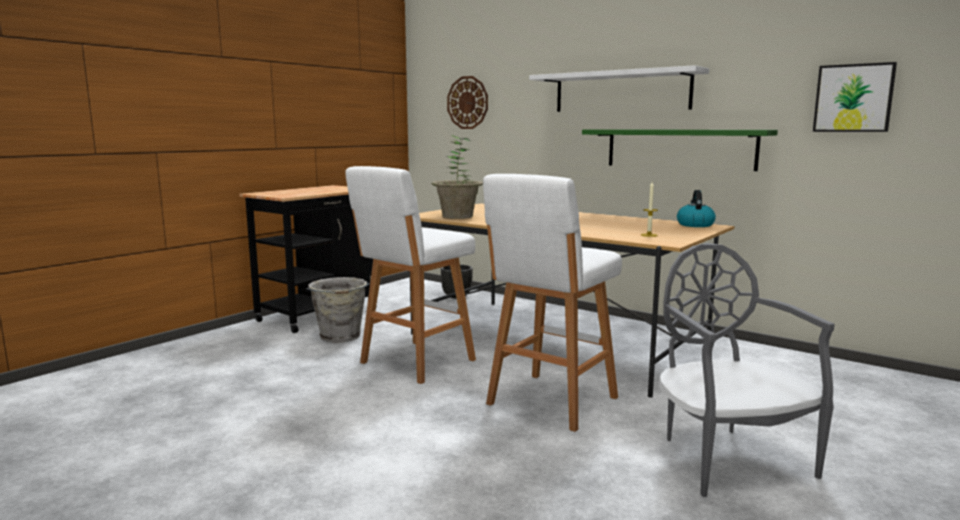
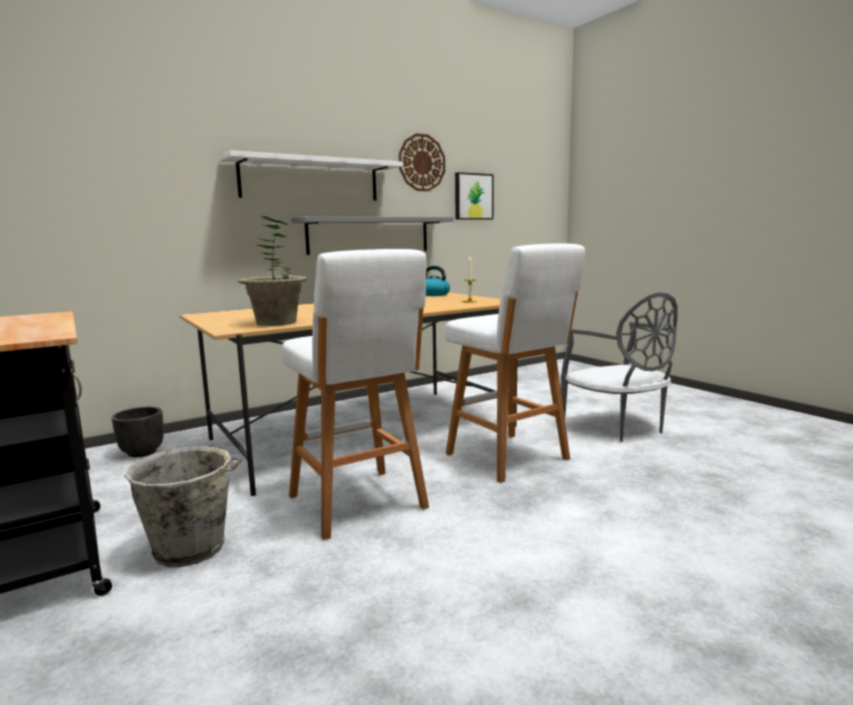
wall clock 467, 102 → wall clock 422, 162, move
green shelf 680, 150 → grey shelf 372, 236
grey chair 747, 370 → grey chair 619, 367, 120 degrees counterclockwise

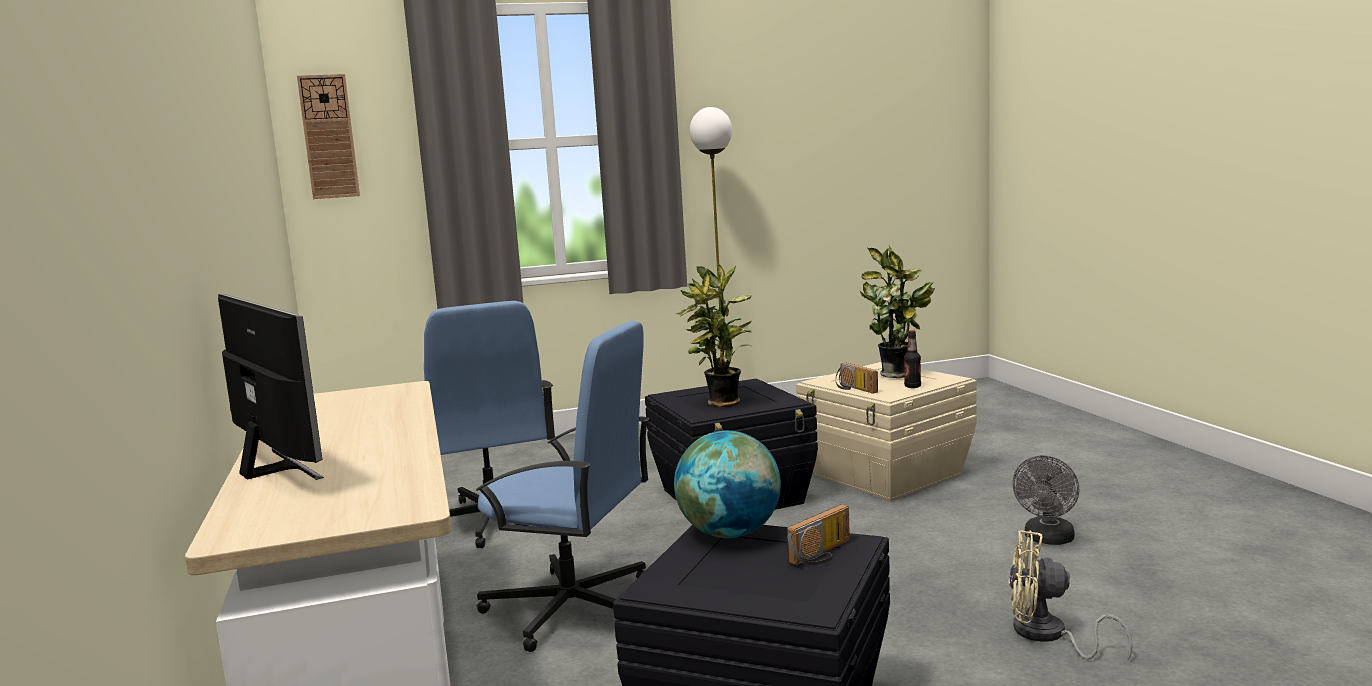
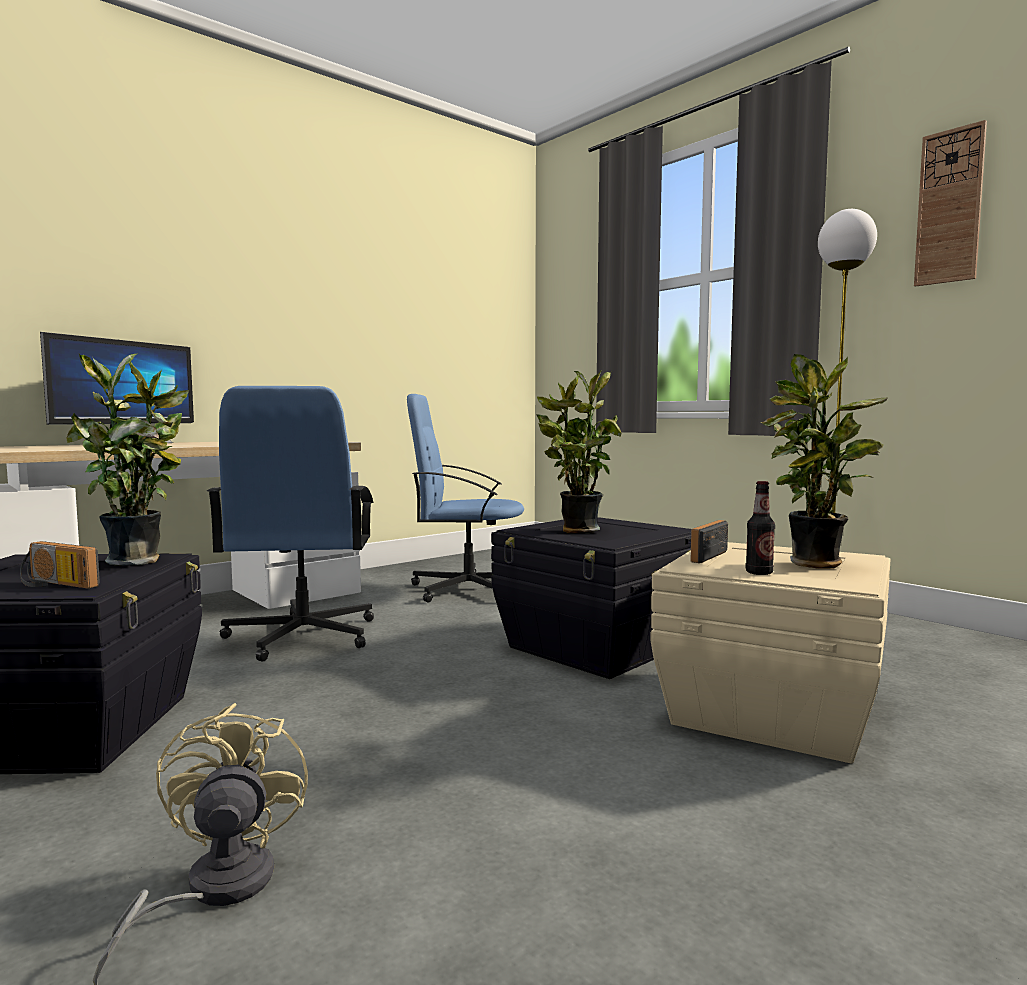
wall clock 328, 136 → wall clock 950, 203, move
blue office chair 489, 424 → blue office chair 465, 498, 45 degrees clockwise
globe 727, 484 → potted plant 127, 460
grey fan 1046, 500 → -

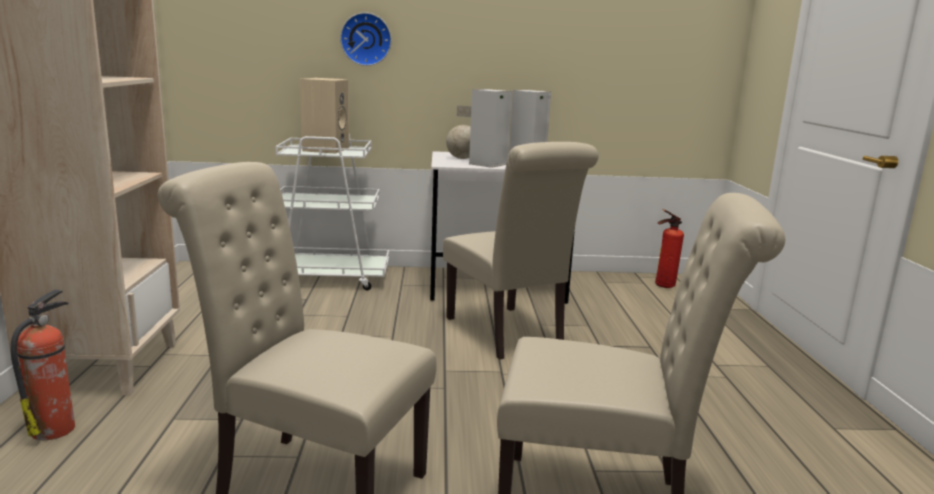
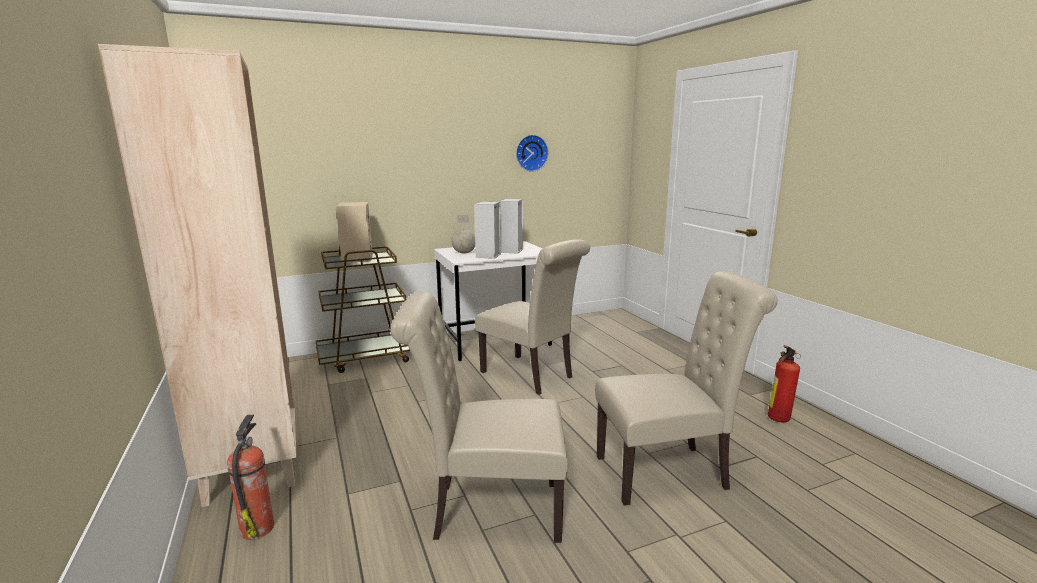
white cart 332, 212 → brown cart 363, 309
wall clock 366, 39 → wall clock 532, 153, move
fire extinguisher 669, 248 → fire extinguisher 784, 383, move

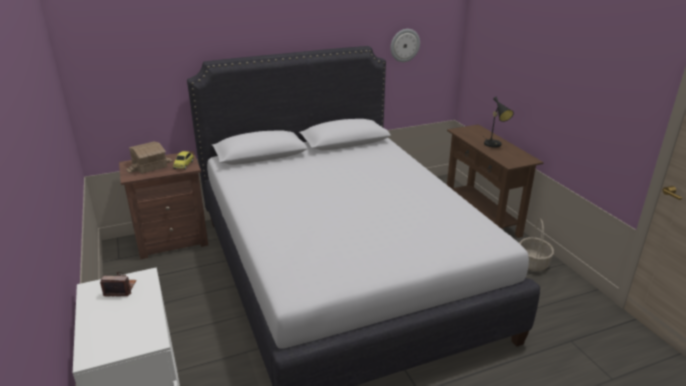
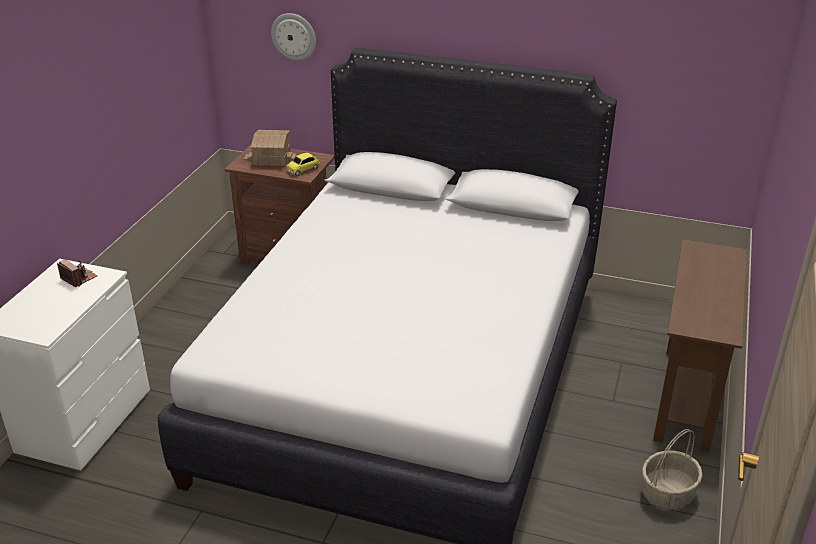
wall clock 405, 45 → wall clock 293, 37, move
black table lamp 498, 122 → -

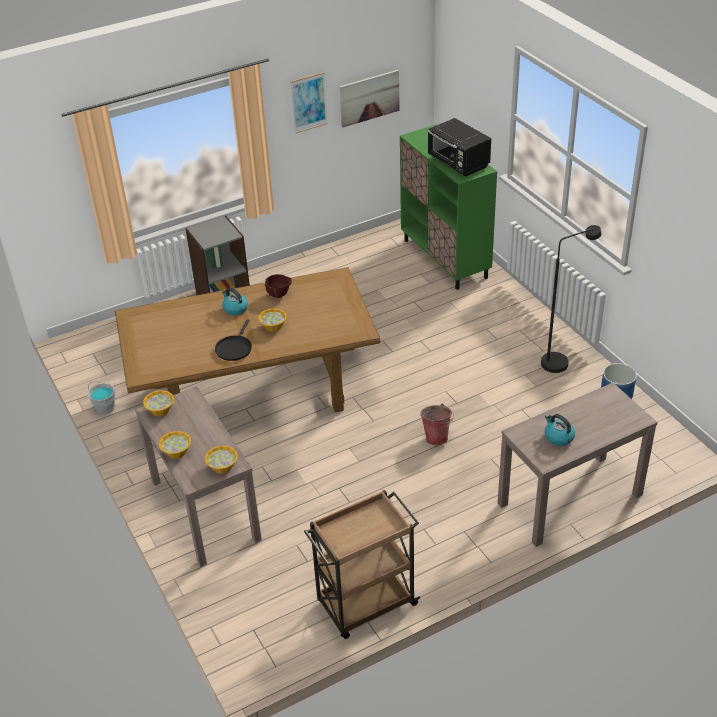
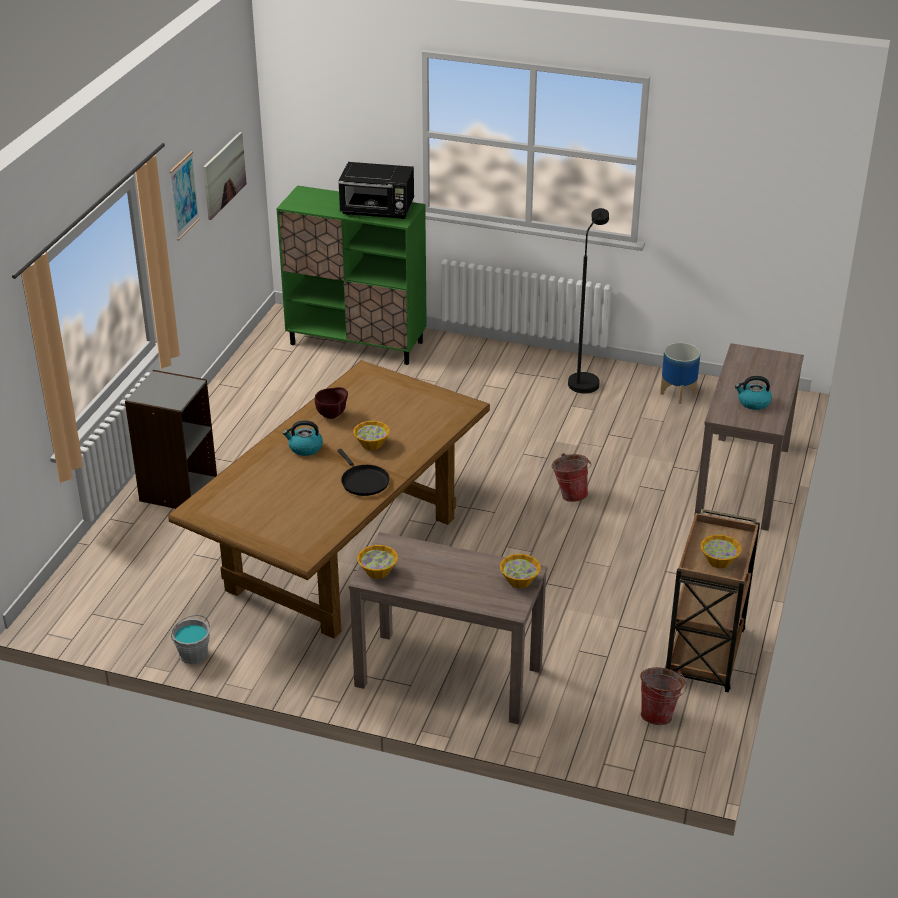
bowl 175, 445 → bowl 720, 551, move
- → bucket 663, 696

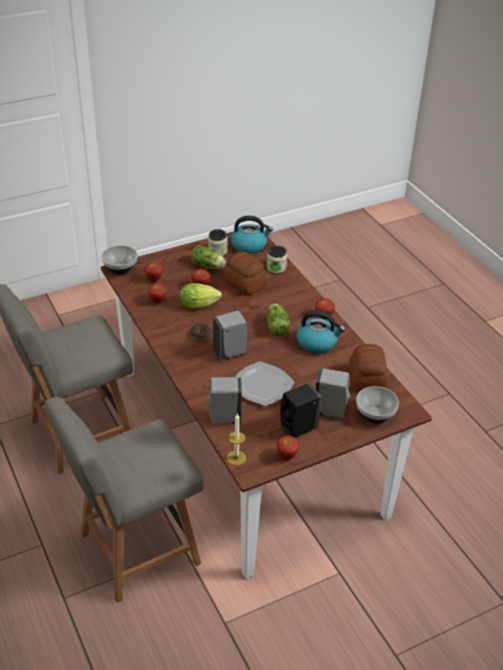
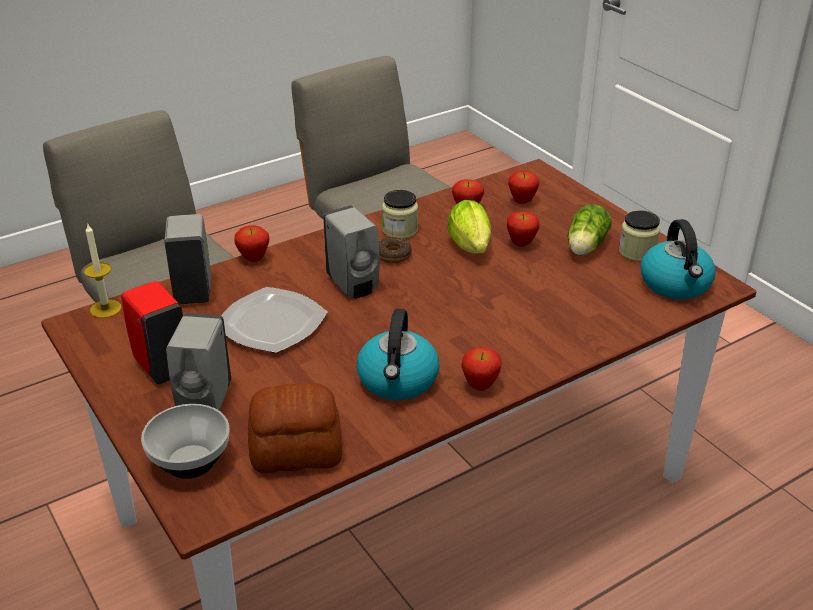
bowl 119, 260 → -
bread 245, 273 → -
jar 277, 259 → jar 400, 214, move
lettuce 279, 320 → -
apple 288, 448 → apple 252, 243, move
black soap dispenser 300, 410 → red soap dispenser 152, 332

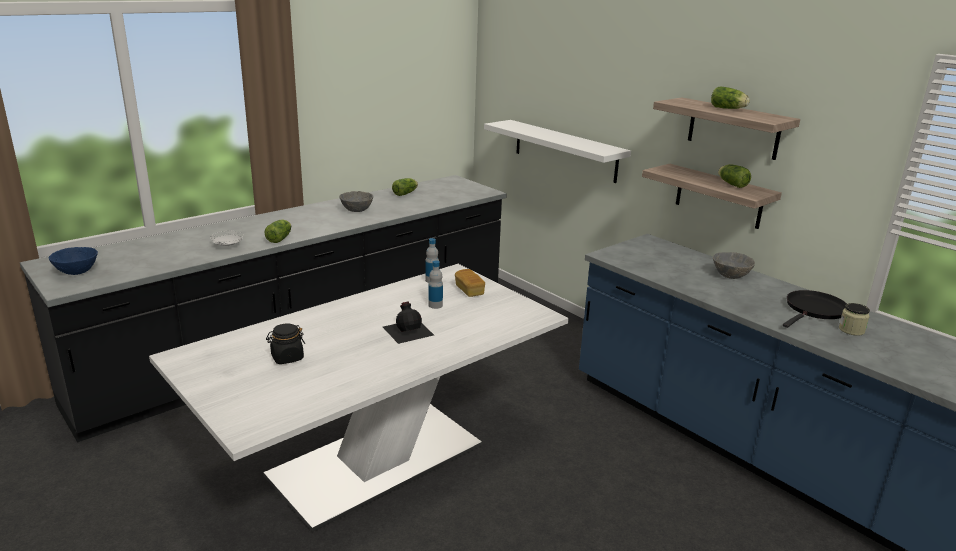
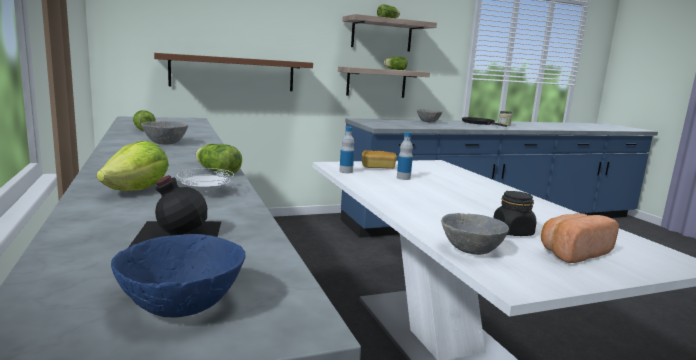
black bottle 408, 323 → black bottle 175, 212, move
white shelf 557, 151 → brown shelf 233, 72
- → lettuce 133, 166
- → grey bowl 475, 234
- → bread 580, 238

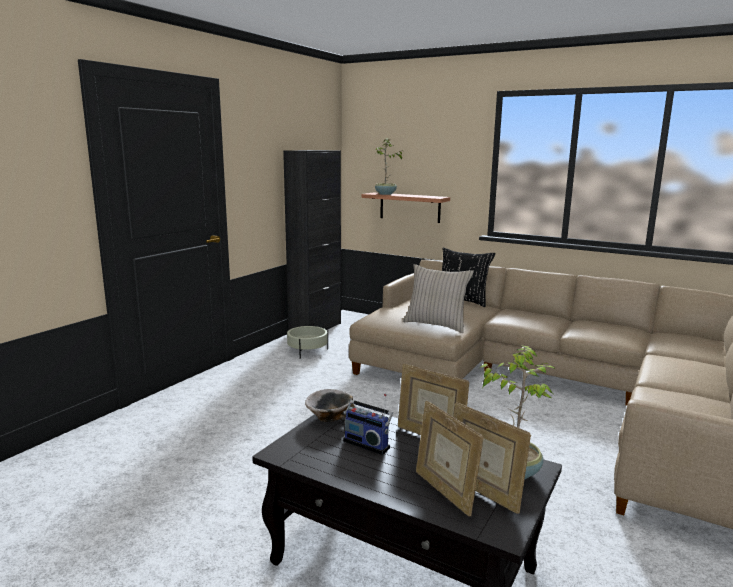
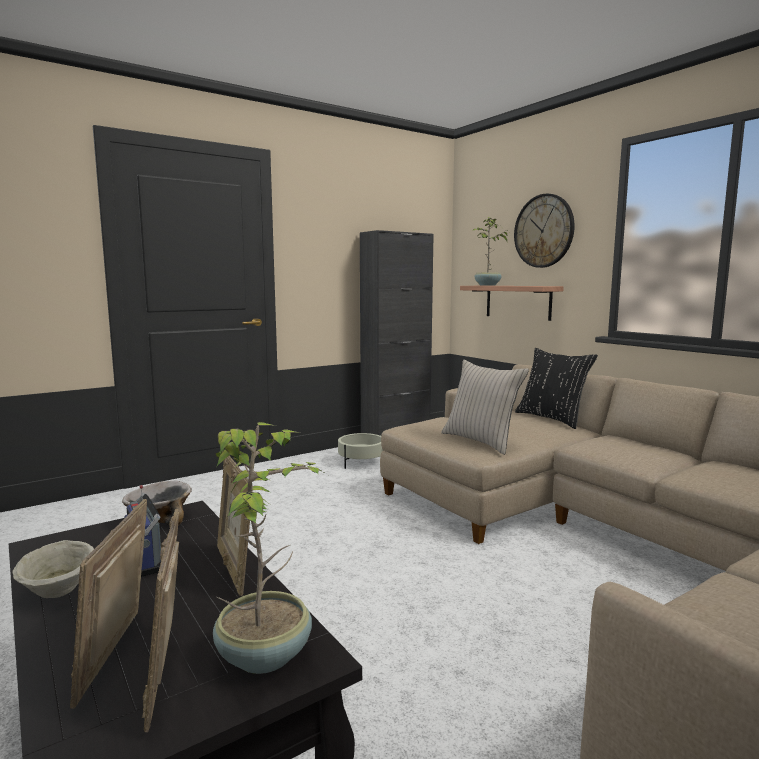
- → beige bowl 53, 569
- → wall clock 544, 231

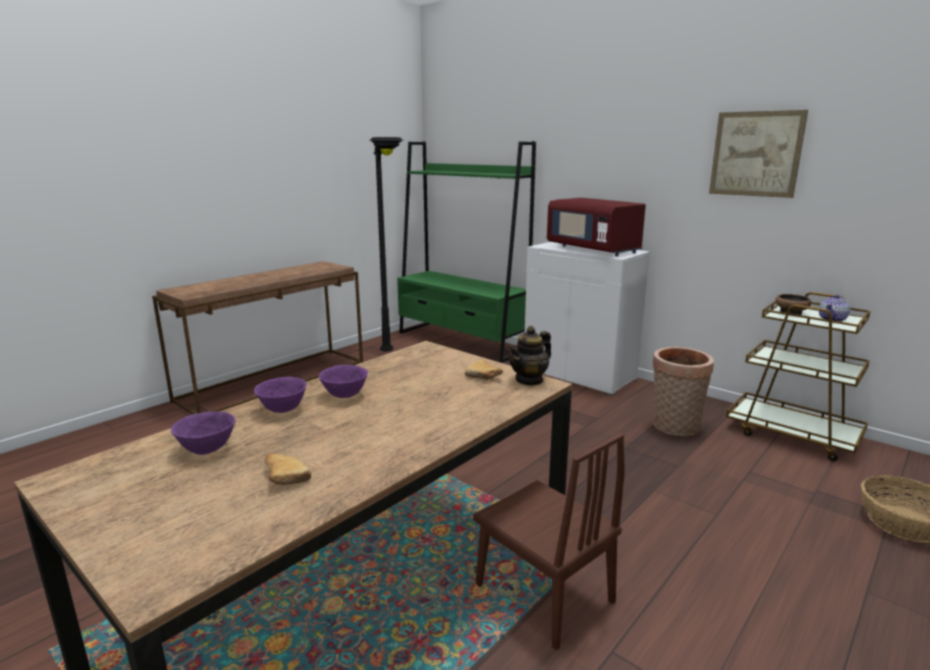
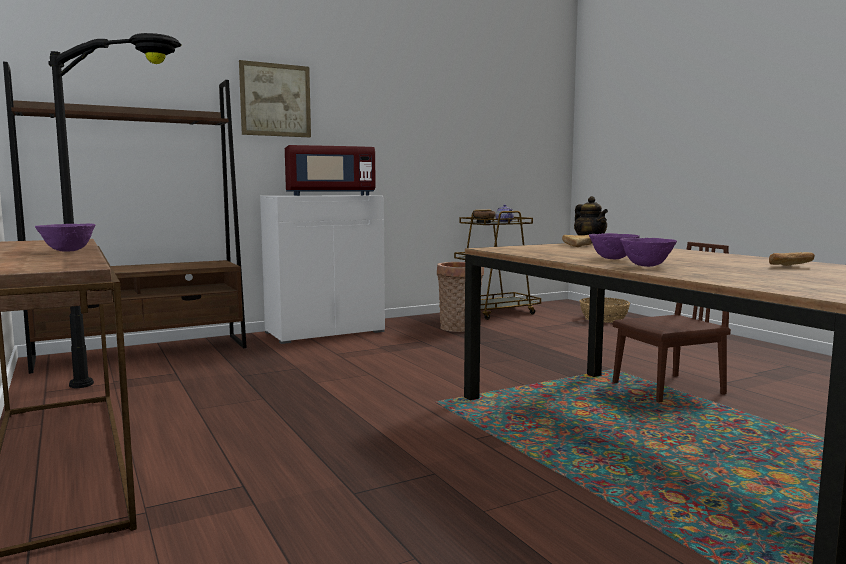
purple bowl 203, 433 → purple bowl 65, 238, move
green bookcase 466, 252 → brown bookcase 125, 218
picture 758, 154 → picture 275, 98, move

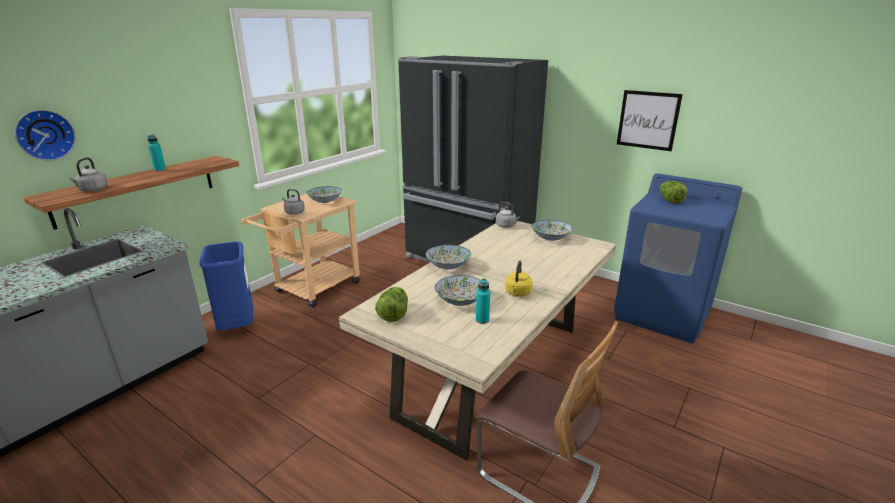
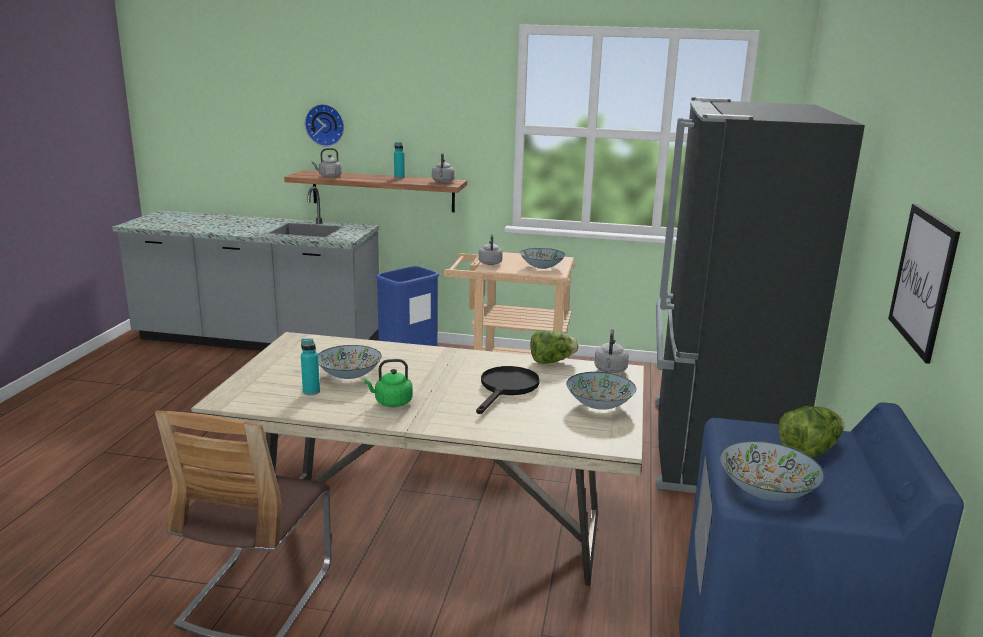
lettuce 391, 304 → lettuce 554, 347, move
bowl 448, 257 → bowl 772, 471, move
yellow kettle 519, 279 → green kettle 388, 383
- → grey kettle 443, 168
- → black frying pan 508, 390

